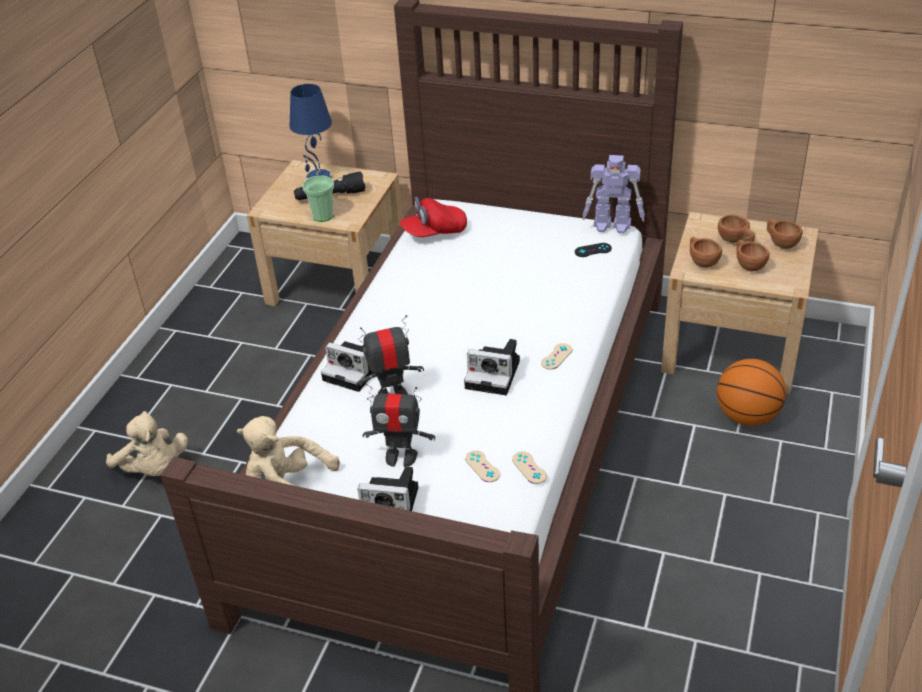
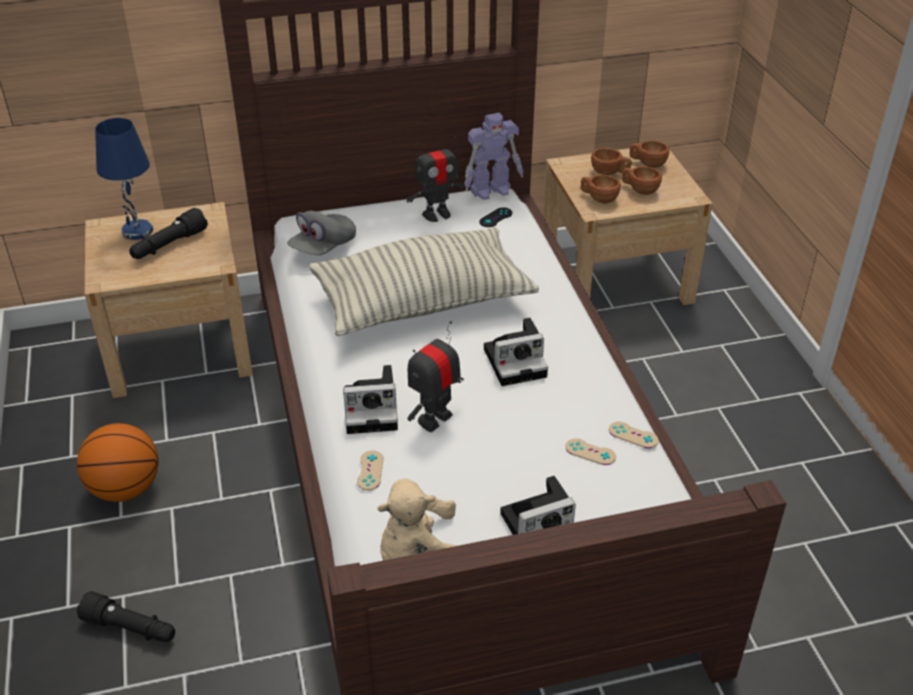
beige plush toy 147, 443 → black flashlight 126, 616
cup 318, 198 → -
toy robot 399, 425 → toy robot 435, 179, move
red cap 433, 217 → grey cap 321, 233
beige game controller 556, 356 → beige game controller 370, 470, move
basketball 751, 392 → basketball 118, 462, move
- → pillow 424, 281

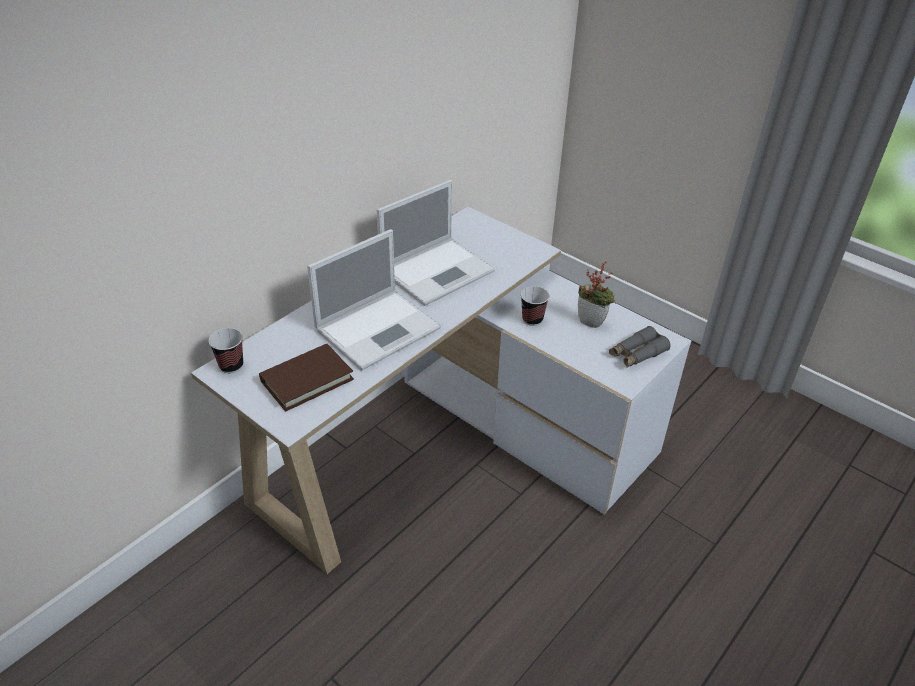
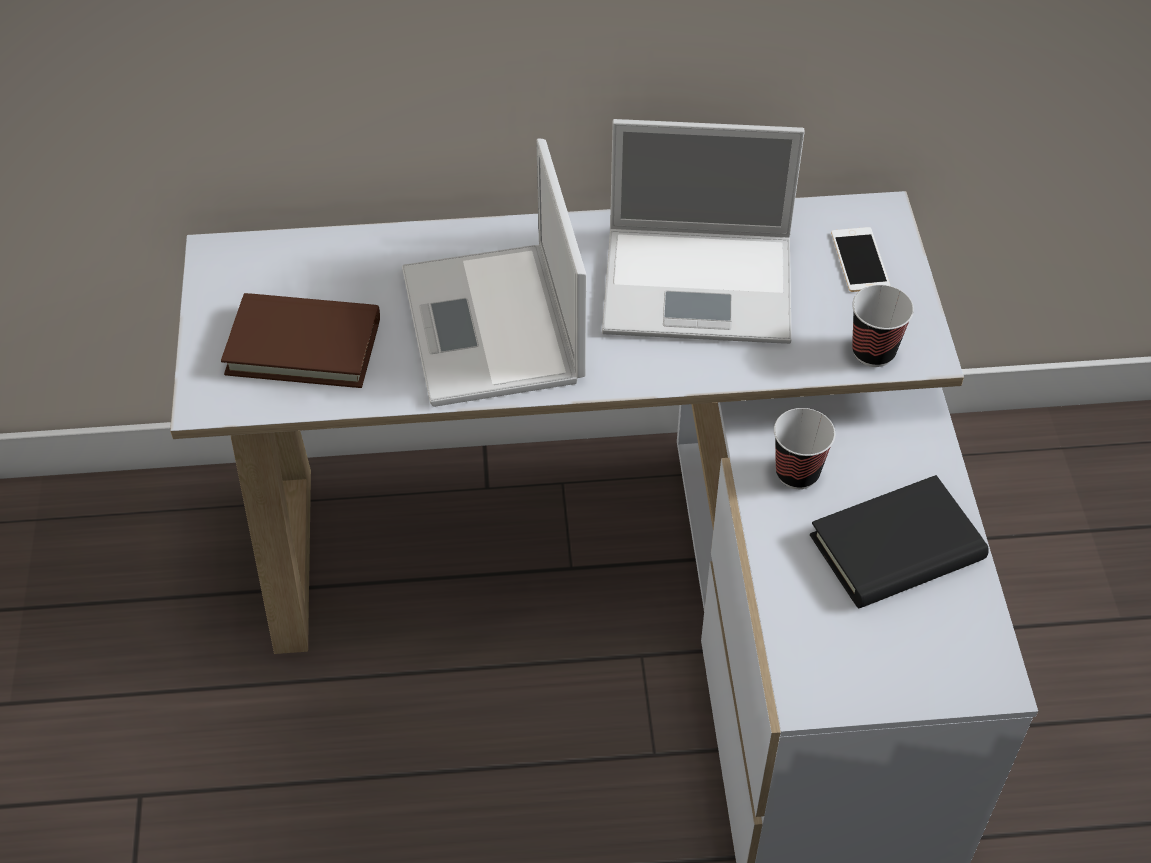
cup 226, 350 → cup 883, 326, move
laptop 374, 300 → laptop 494, 273, 75 degrees clockwise
potted plant 596, 294 → black book 899, 541
grey binoculars 640, 347 → -
- → phone 860, 259

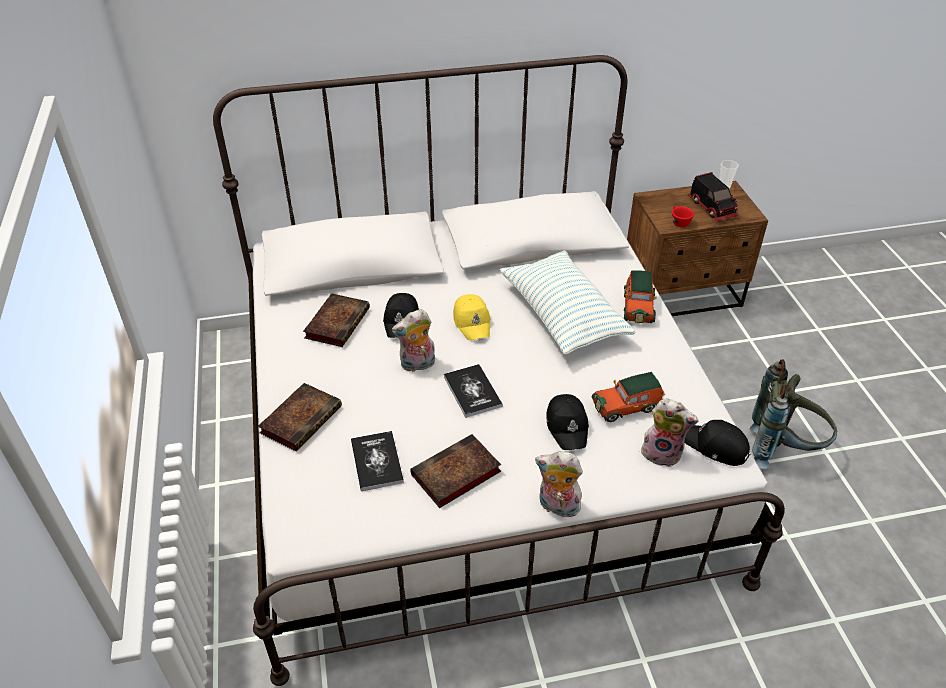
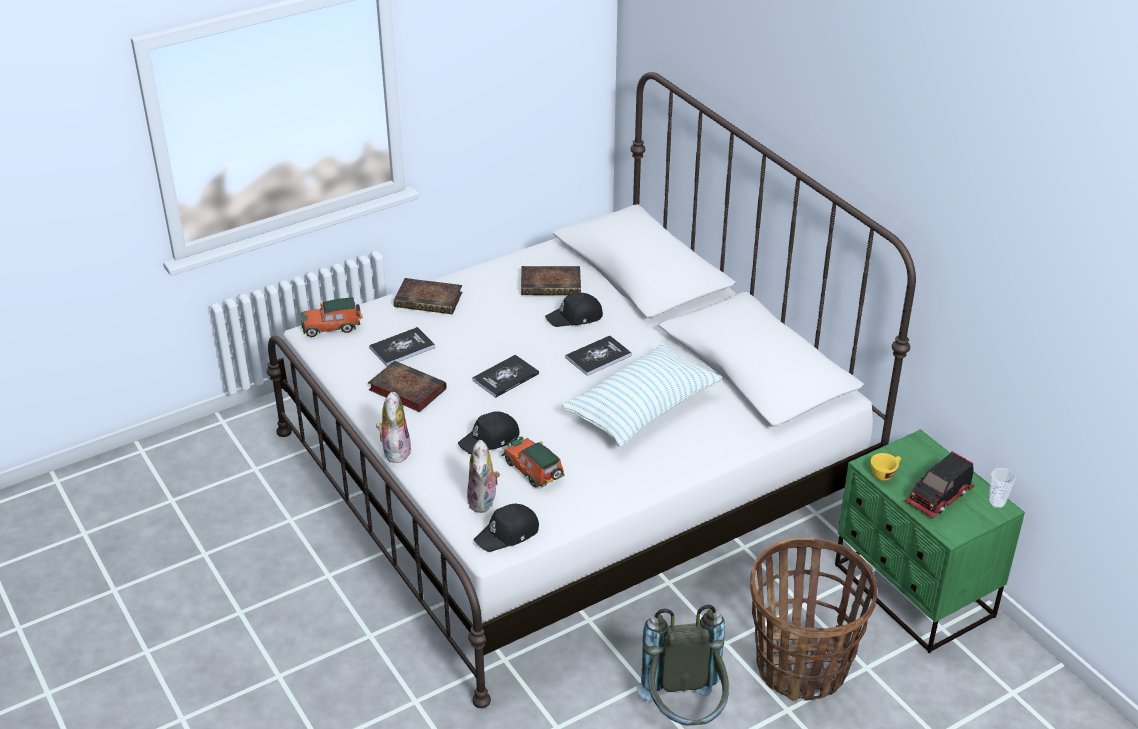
plush toy 413, 340 → -
yellow cap 472, 317 → book 599, 356
toy car 640, 296 → toy car 331, 317, move
brown nightstand 697, 248 → green nightstand 930, 541
red cup 683, 216 → yellow cup 885, 467
black cap 718, 443 → black cap 506, 528, 135 degrees counterclockwise
- → basket 813, 620

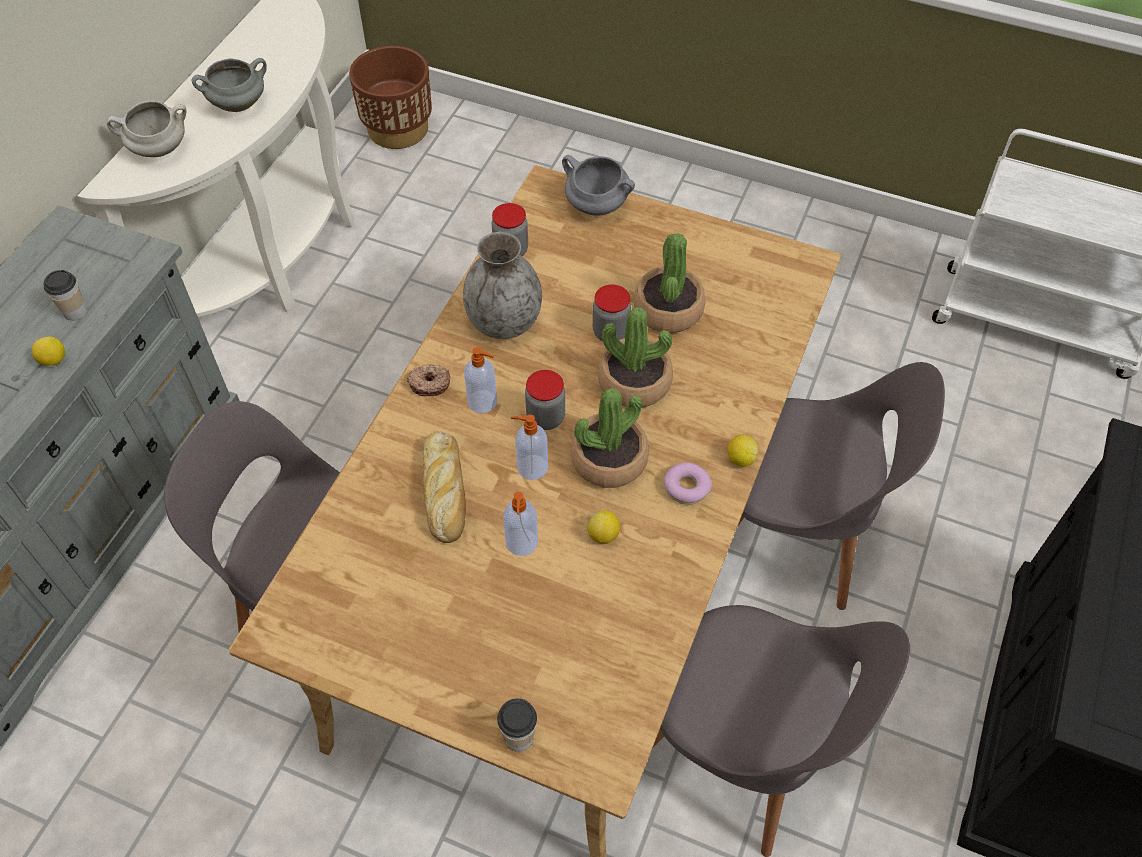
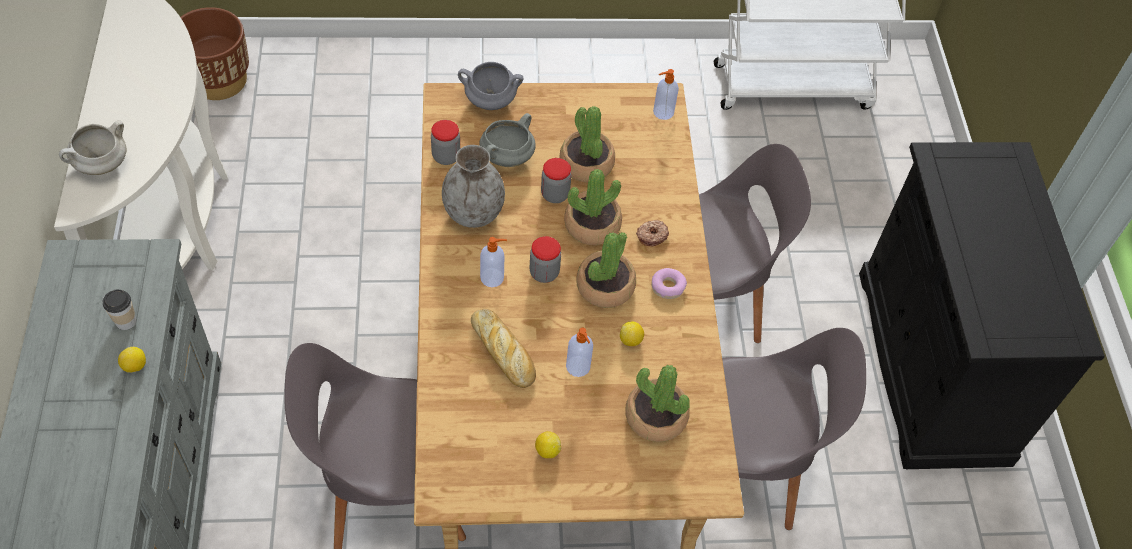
grey cooking pot 229, 85 → grey cooking pot 507, 140, move
donut 428, 380 → donut 652, 233, move
cup 517, 725 → -
soap dispenser 529, 447 → soap dispenser 666, 94, move
lemon 743, 450 → lemon 548, 444, move
- → potted plant 657, 403

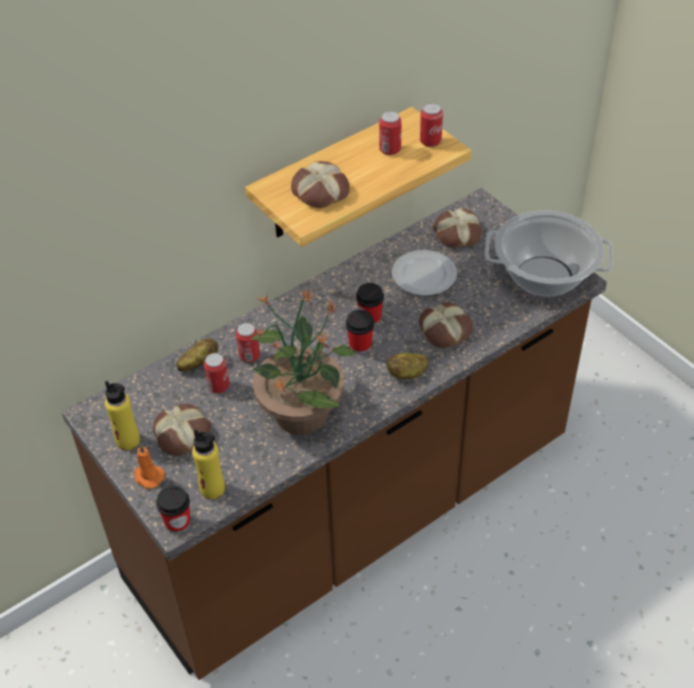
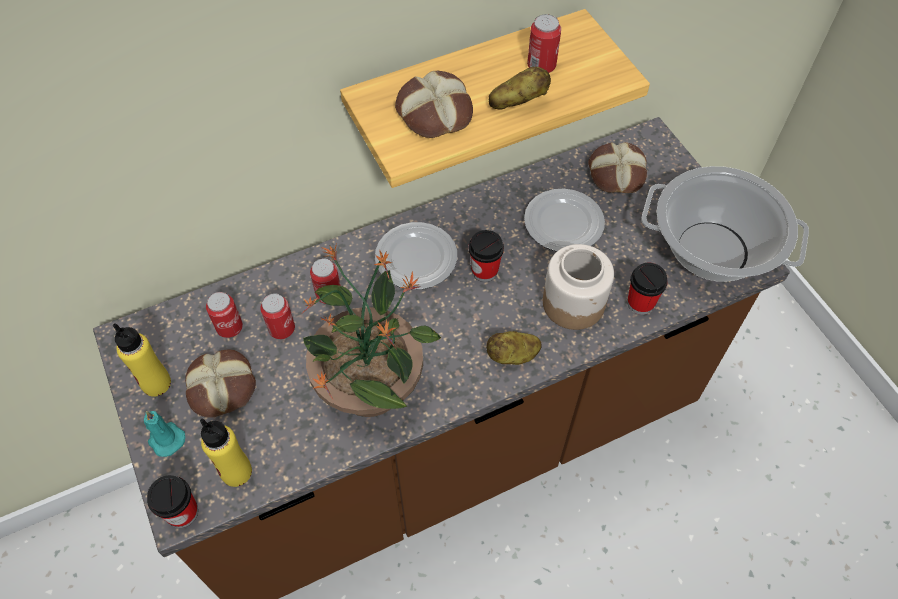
orange candle 149, 466 → turquoise candle 164, 434
potato 197, 355 → potato 519, 88, move
cup 360, 332 → cup 647, 289, move
bread 446, 325 → jar 578, 287
can 431, 125 → can 224, 315, move
- → plate 416, 256

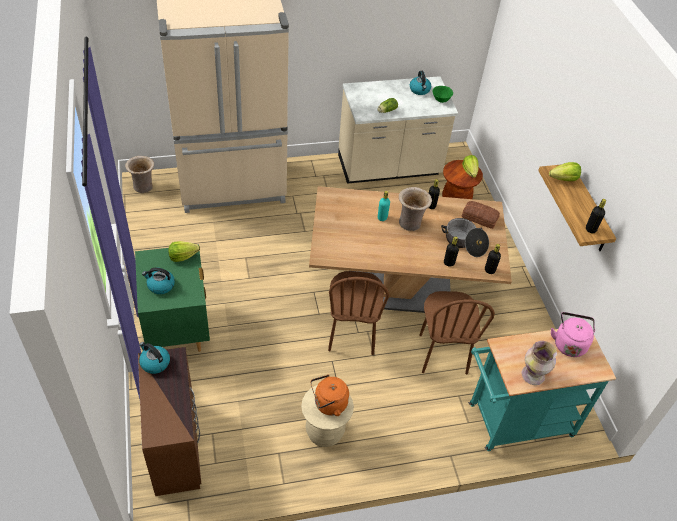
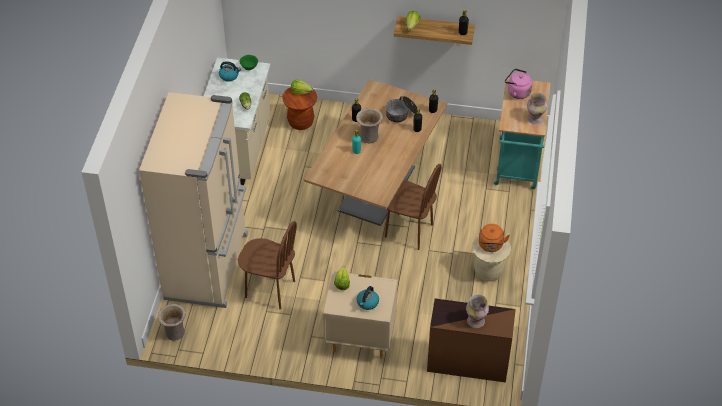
green nightstand 172, 300 → beige nightstand 360, 315
kettle 154, 358 → -
brown chair 457, 332 → brown chair 267, 265, move
bread 481, 215 → -
- → vase 477, 311

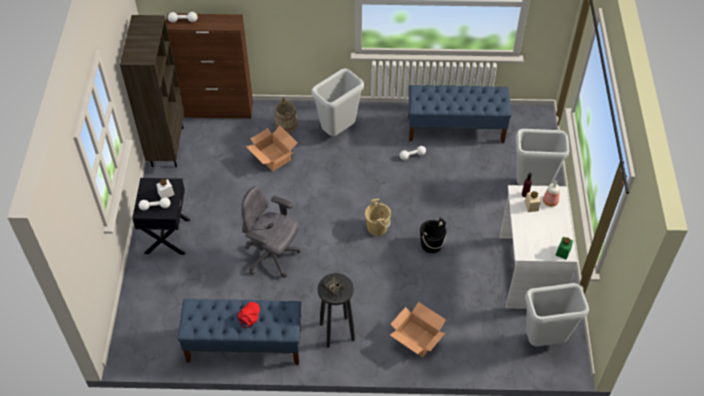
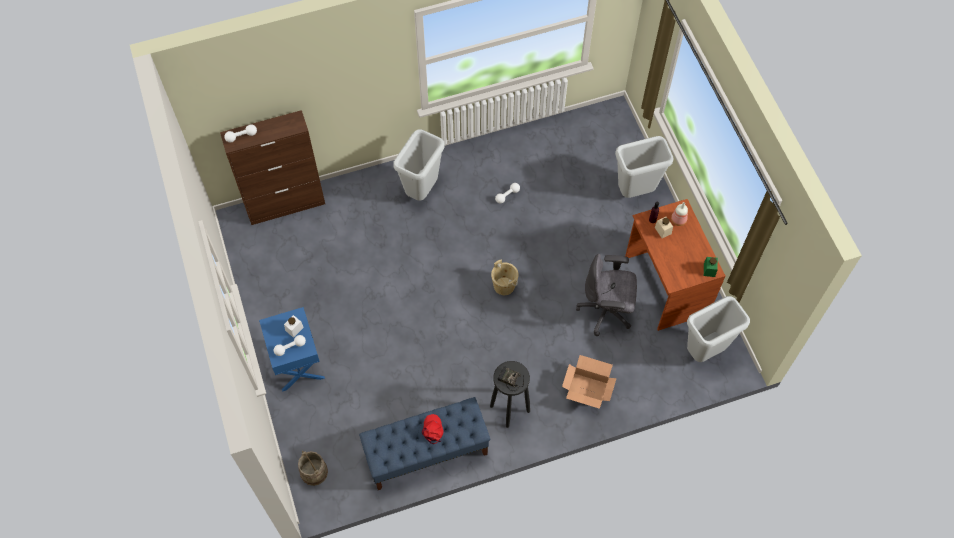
brown bookcase 152, 91 → -
black nightstand 161, 216 → blue nightstand 292, 349
grey office chair 270, 232 → grey office chair 606, 295, move
cardboard box 272, 148 → -
beige bucket 286, 115 → beige bucket 313, 468, move
blue bench 460, 114 → -
black bucket 433, 235 → -
white desk 539, 247 → brown desk 675, 265

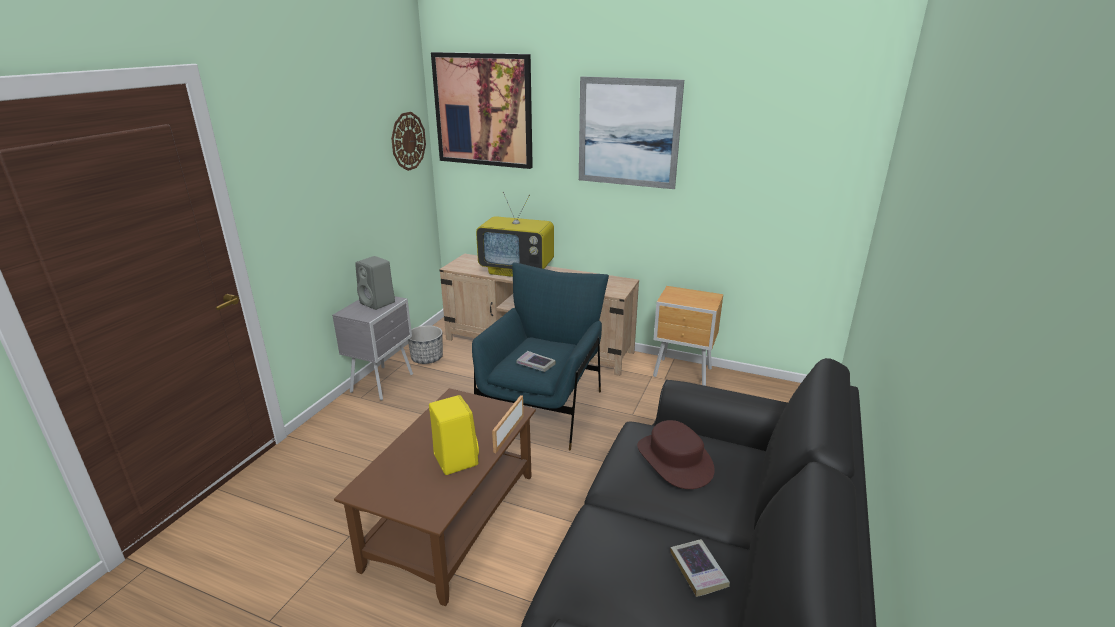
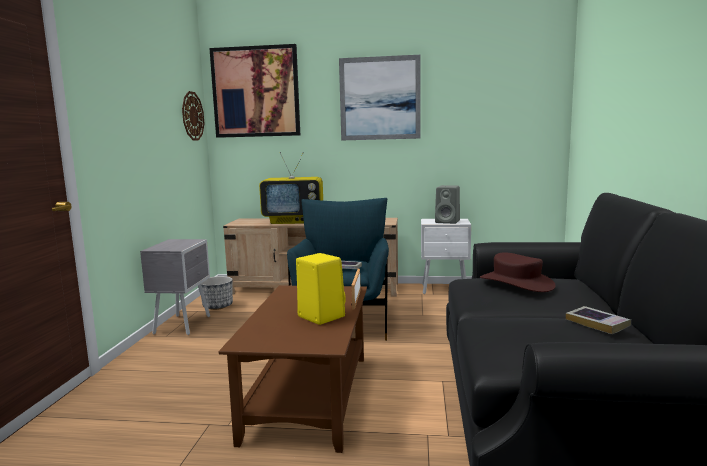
grey speaker 375, 283 → grey speaker 447, 204, move
brown nightstand 688, 336 → white nightstand 446, 256

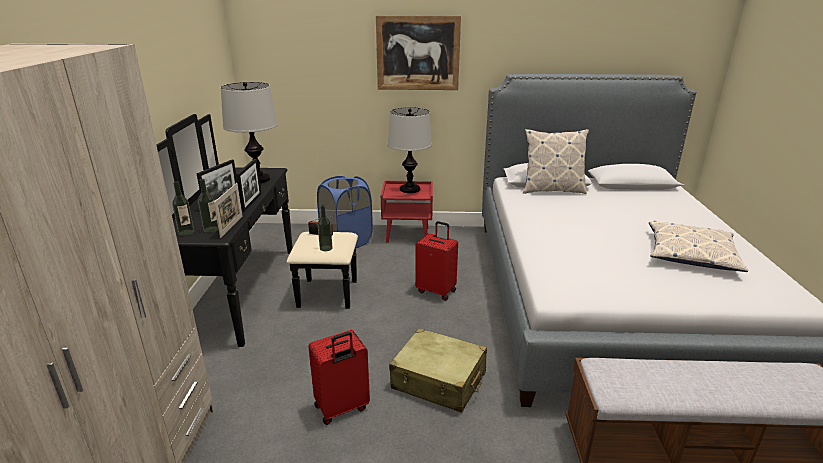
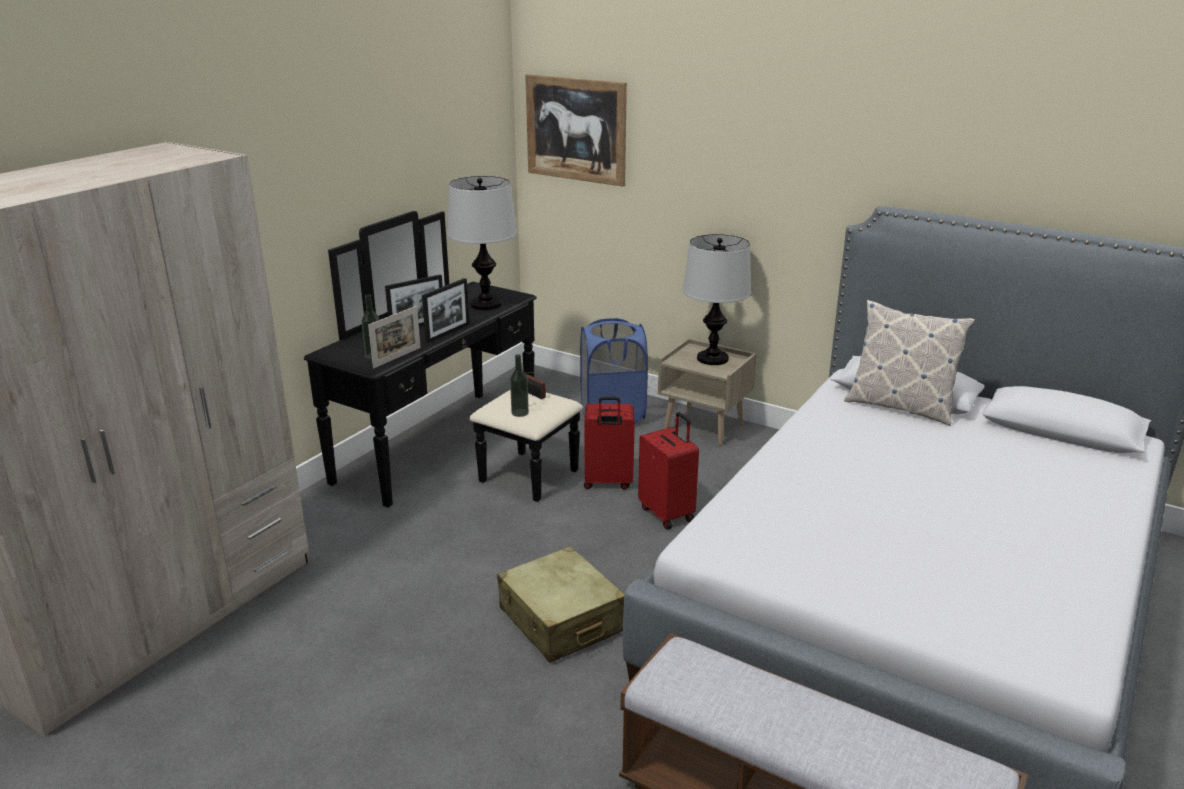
bottle 183, 208 → -
red suitcase 339, 377 → red suitcase 609, 443, move
picture 418, 52 → picture 576, 130, move
red nightstand 407, 211 → beige nightstand 707, 392
pillow 698, 246 → -

